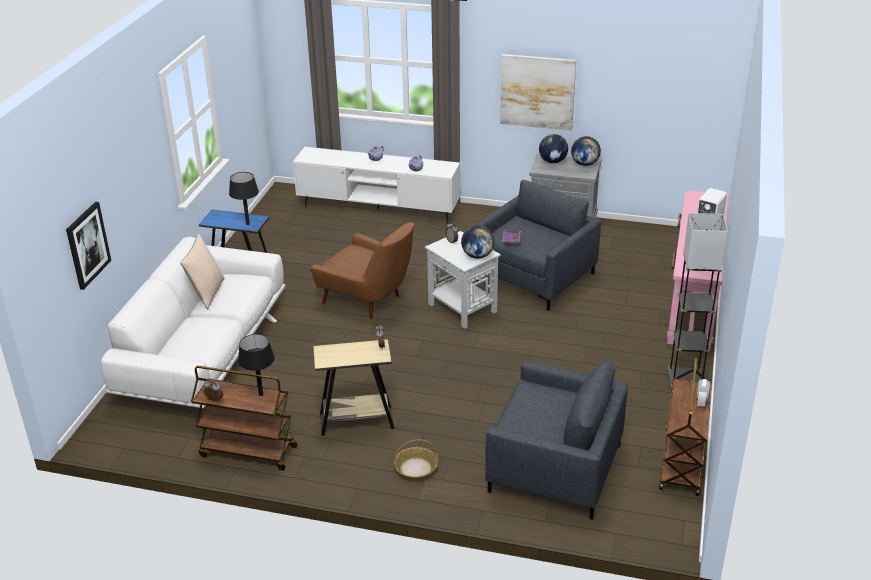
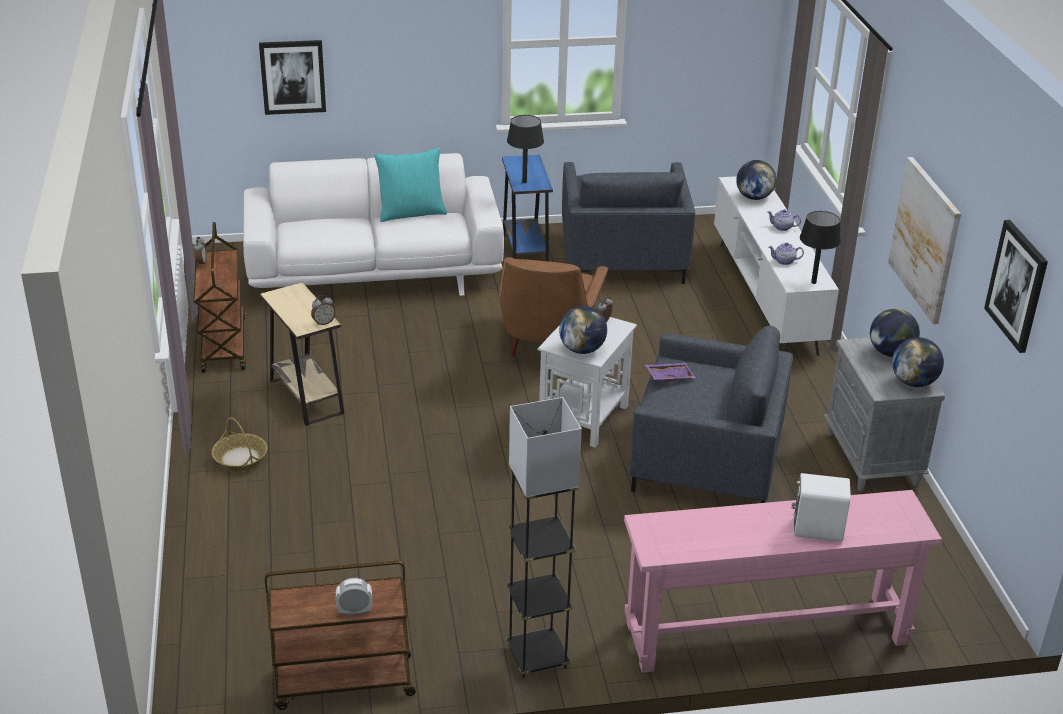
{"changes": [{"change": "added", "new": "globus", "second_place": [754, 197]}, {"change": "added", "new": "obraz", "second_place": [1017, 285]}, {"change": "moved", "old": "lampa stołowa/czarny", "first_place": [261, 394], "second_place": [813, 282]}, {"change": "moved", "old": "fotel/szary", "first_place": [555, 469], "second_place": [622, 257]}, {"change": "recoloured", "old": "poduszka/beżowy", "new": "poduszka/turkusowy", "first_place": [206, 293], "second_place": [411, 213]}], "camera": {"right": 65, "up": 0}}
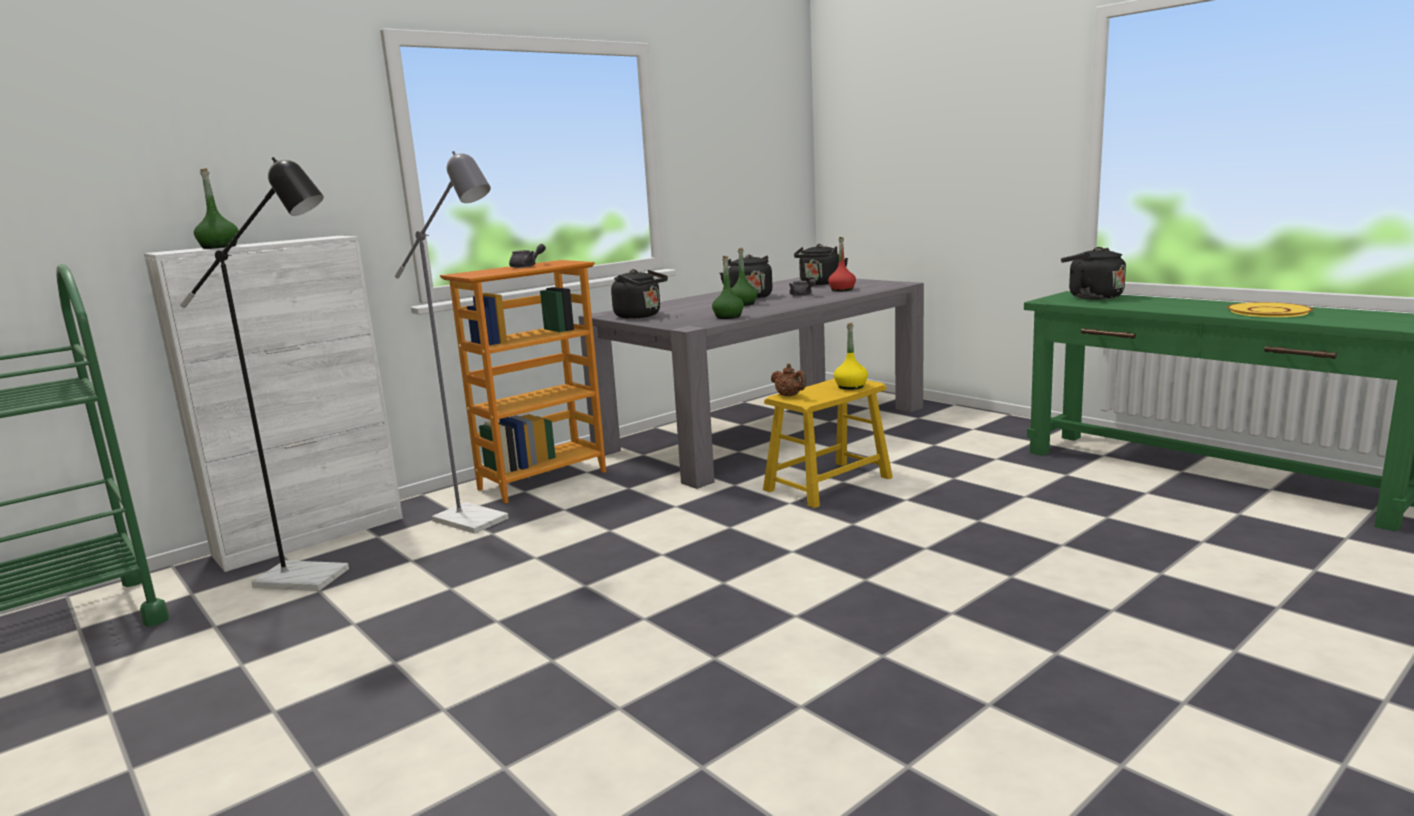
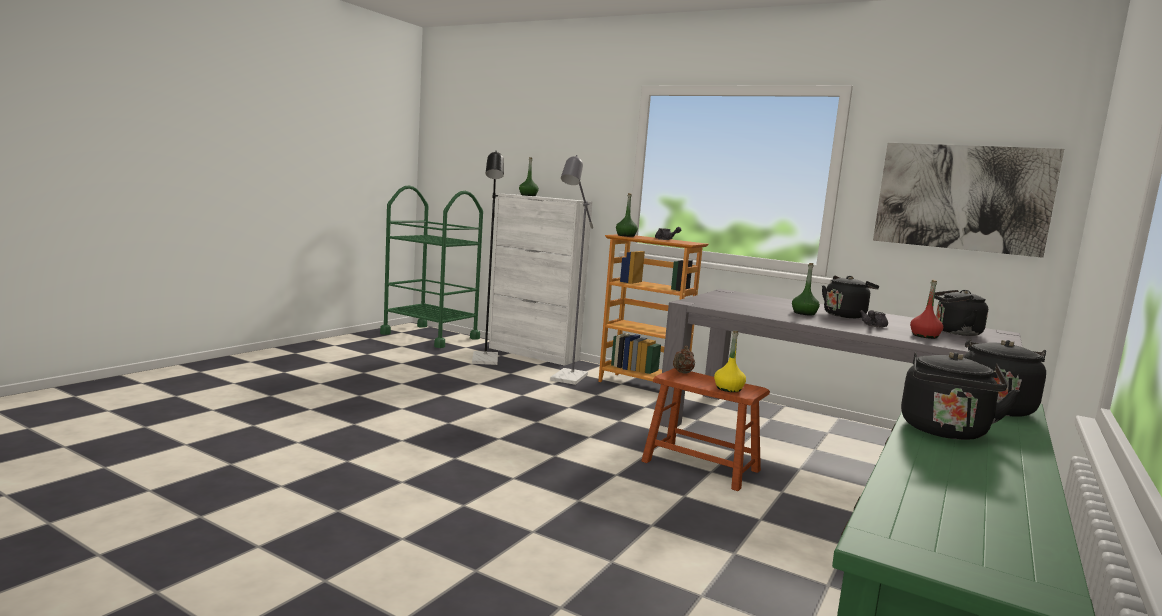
{"changes": [{"change": "removed", "old": "talerz/żółty", "first_place": [1268, 311]}, {"change": "added", "new": "obraz", "second_place": [962, 197]}, {"change": "moved", "old": "czajnik/czarny", "first_place": [640, 316], "second_place": [945, 432]}, {"change": "moved", "old": "butelka/zielony", "first_place": [728, 317], "second_place": [626, 236]}, {"change": "recoloured", "old": "stołek/żółty", "new": "stołek/brązowy", "first_place": [828, 484], "second_place": [701, 466]}], "camera": {"right": 70, "up": -5}}
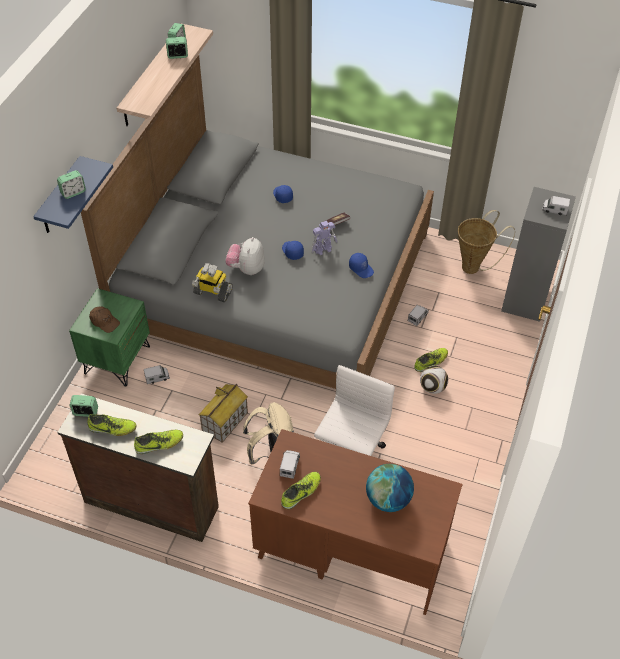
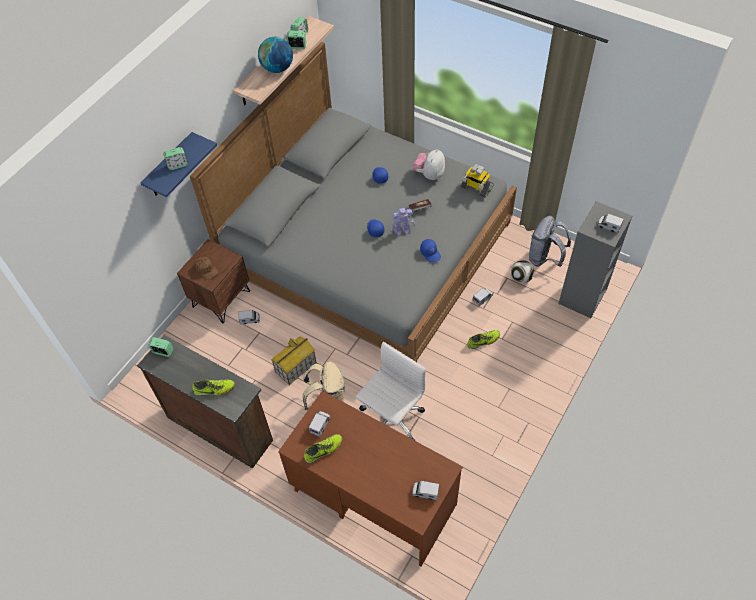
{"changes": [{"change": "removed", "old": "but", "first_place": [112, 428]}, {"change": "added", "new": "ciężarówka zabawkowa", "second_place": [425, 492]}, {"change": "moved", "old": "robot zabawkowy", "first_place": [212, 292], "second_place": [476, 188]}, {"change": "moved", "old": "pluszak", "first_place": [246, 269], "second_place": [429, 174]}, {"change": "moved", "old": "globus", "first_place": [388, 499], "second_place": [277, 68]}, {"change": "moved", "old": "piłka futbolowa", "first_place": [432, 388], "second_place": [521, 278]}, {"change": "replaced", "old": "koszyk", "new": "plecak/szary", "first_place": [474, 266], "second_place": [545, 258]}, {"change": "recoloured", "old": "szafka nocna/zielony", "new": "szafka nocna/brązowy", "first_place": [117, 359], "second_place": [221, 298]}], "camera": {"right": 15, "up": 5}}
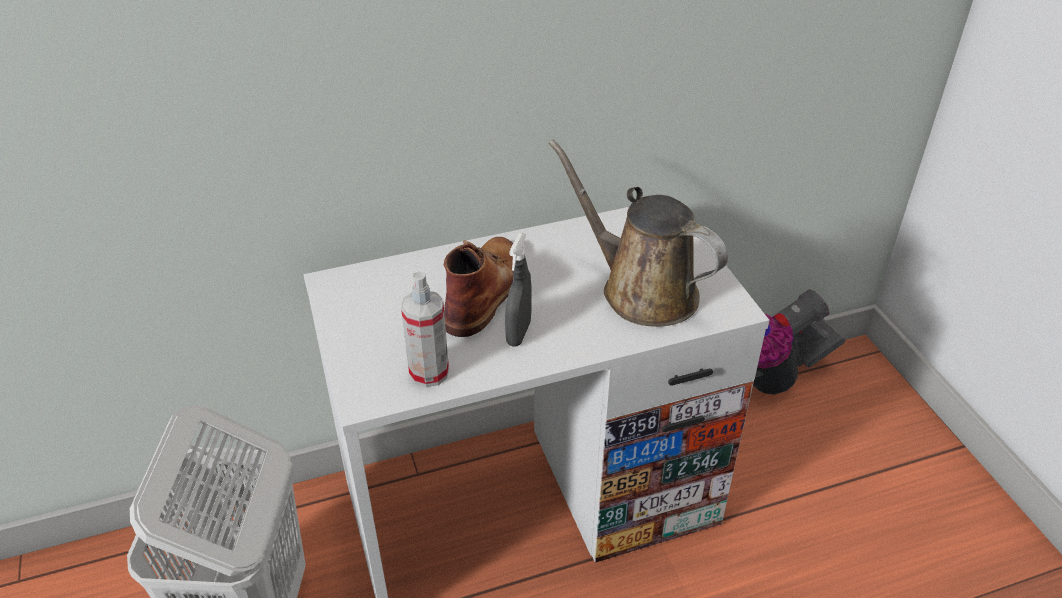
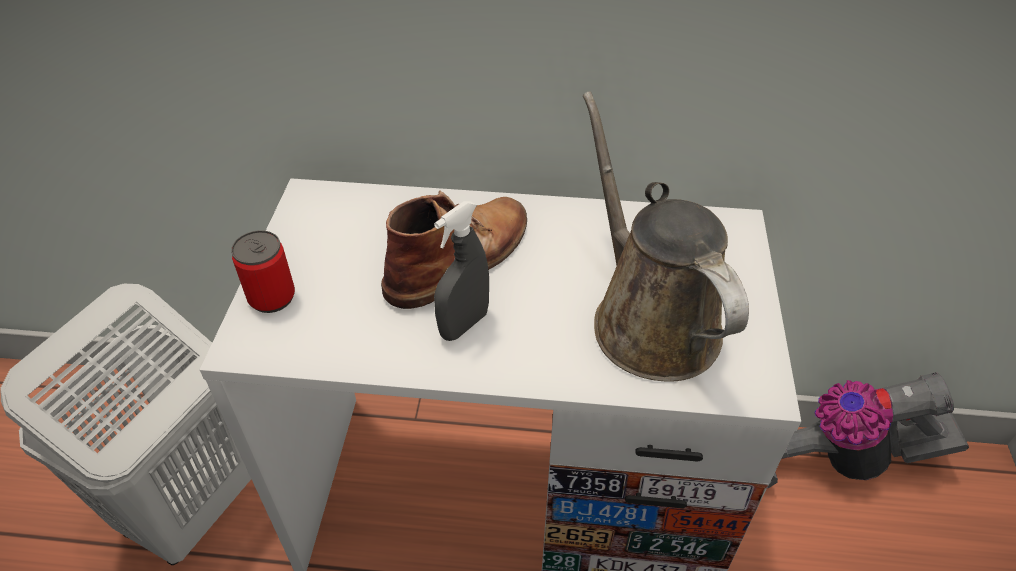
{"changes": [{"change": "removed", "old": "spryskiwacz", "first_place": [429, 372]}, {"change": "added", "new": "puszka", "second_place": [272, 297]}], "camera": {"right": 25, "up": 5}}
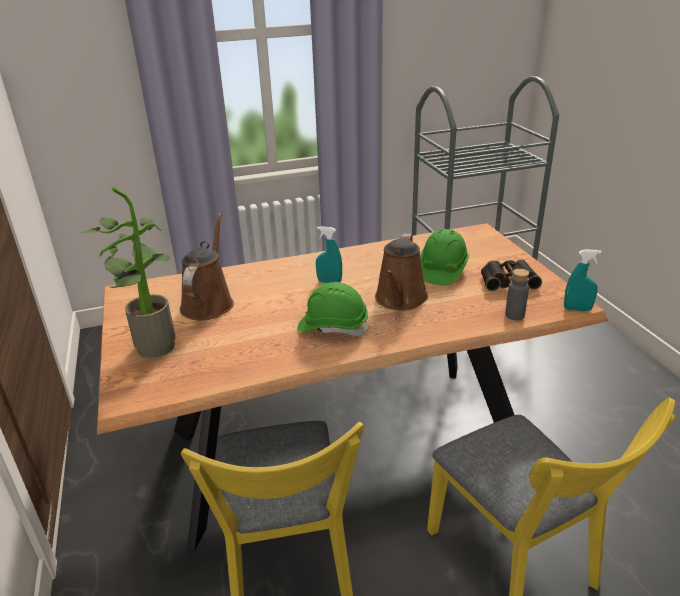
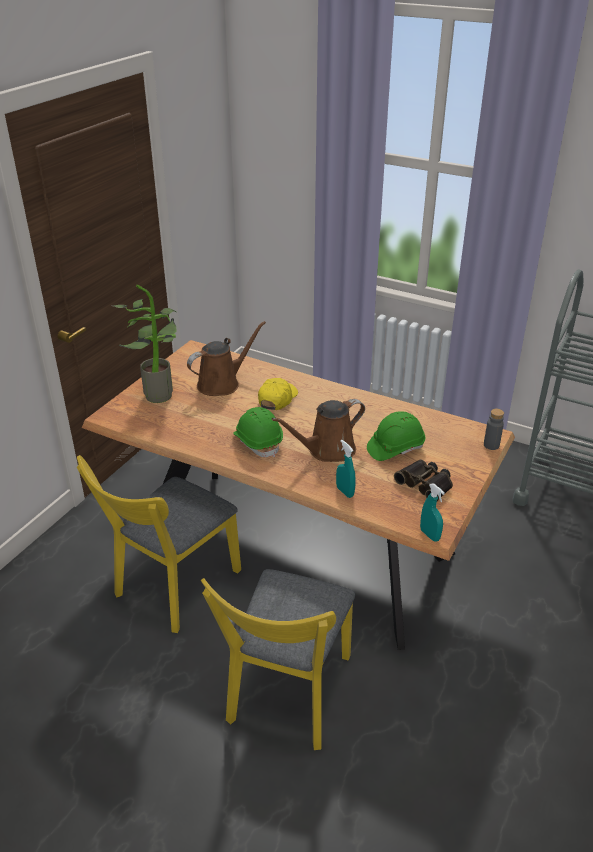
{"changes": [{"change": "added", "new": "czapka z daszkiem/żółty", "second_place": [277, 399]}, {"change": "moved", "old": "spryskiwacz/turkusowy", "first_place": [329, 282], "second_place": [345, 492]}, {"change": "moved", "old": "butelka/szary", "first_place": [514, 315], "second_place": [491, 445]}], "camera": {"right": 45, "up": 5}}
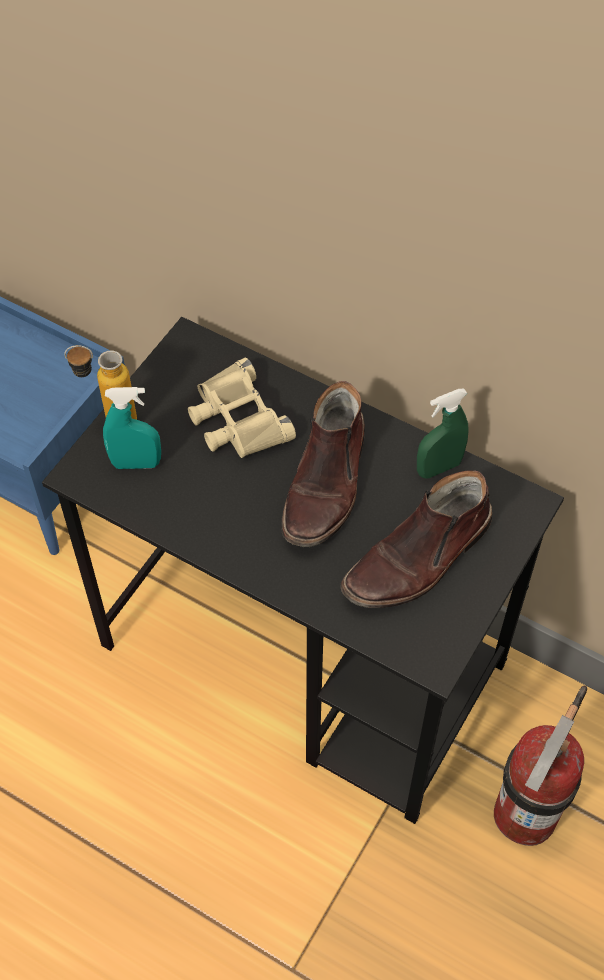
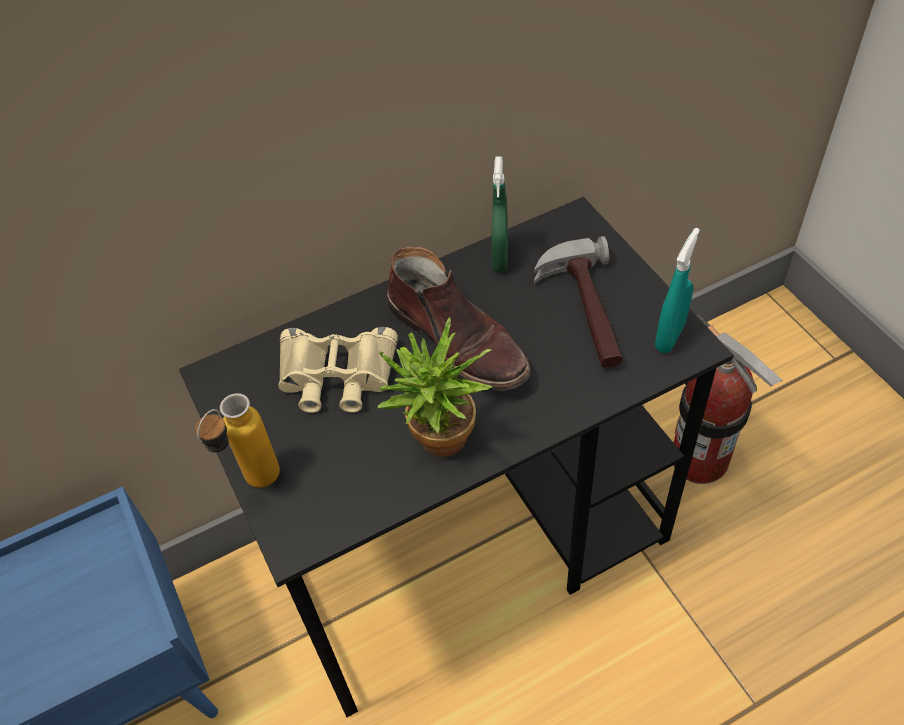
{"changes": [{"change": "added", "new": "roślina doniczkowa", "second_place": [439, 445]}, {"change": "moved", "old": "spryskiwacz/turkusowy", "first_place": [136, 463], "second_place": [670, 336]}, {"change": "replaced", "old": "but z cholewką/brązowy", "new": "młotek", "first_place": [419, 558], "second_place": [582, 311]}], "camera": {"right": -55, "up": -5}}
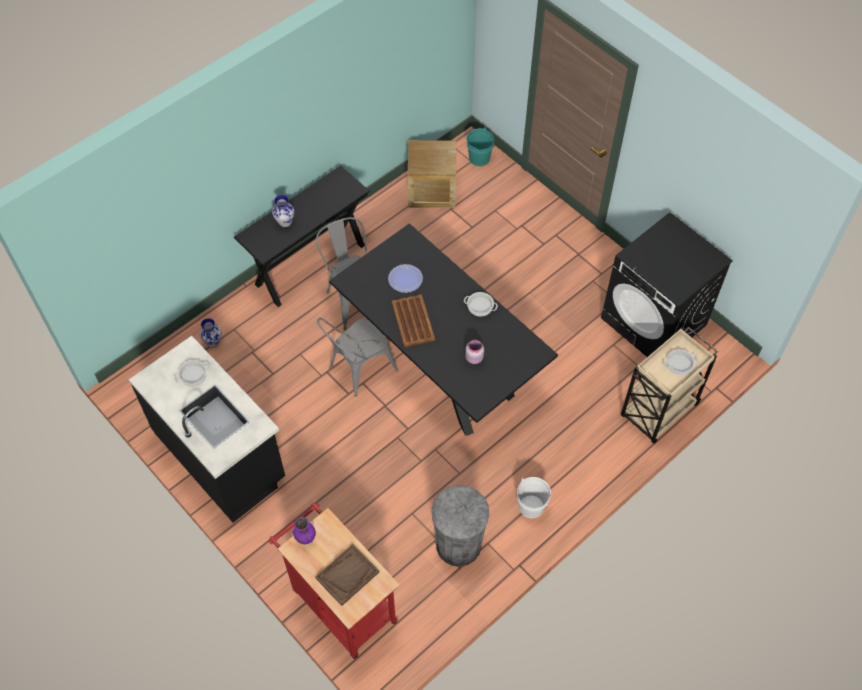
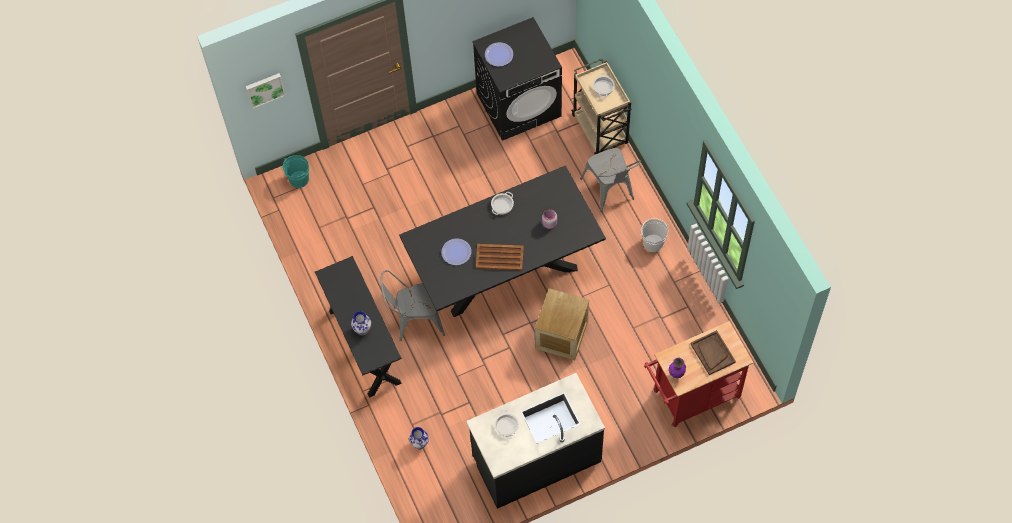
{"changes": [{"change": "removed", "old": "kosz na śmieci/szary", "first_place": [458, 545]}, {"change": "added", "new": "obraz", "second_place": [265, 89]}, {"change": "added", "new": "talerz", "second_place": [499, 55]}, {"change": "moved", "old": "krzesło/szary", "first_place": [358, 370], "second_place": [610, 191]}, {"change": "moved", "old": "skrzynka", "first_place": [432, 191], "second_place": [561, 335]}], "camera": {"right": -70, "up": 5}}
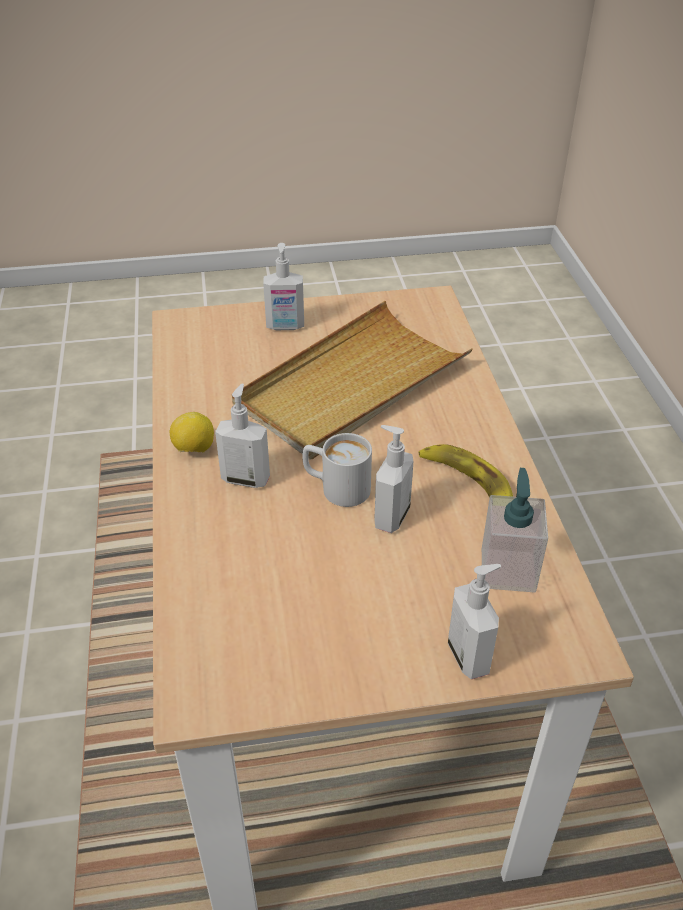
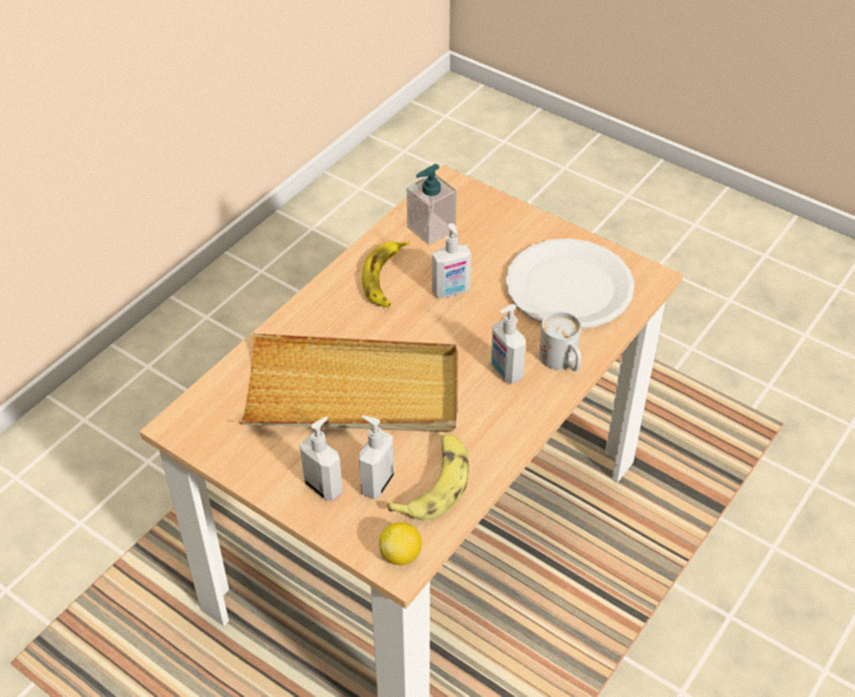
{"changes": [{"change": "added", "new": "banan", "second_place": [435, 484]}, {"change": "added", "new": "talerz/biały", "second_place": [568, 286]}, {"change": "moved", "old": "cytryna", "first_place": [194, 449], "second_place": [401, 554]}, {"change": "moved", "old": "kubek/biały", "first_place": [336, 488], "second_place": [562, 362]}, {"change": "moved", "old": "dozownik mydła", "first_place": [469, 656], "second_place": [376, 483]}], "camera": {"right": -135, "up": 5}}
